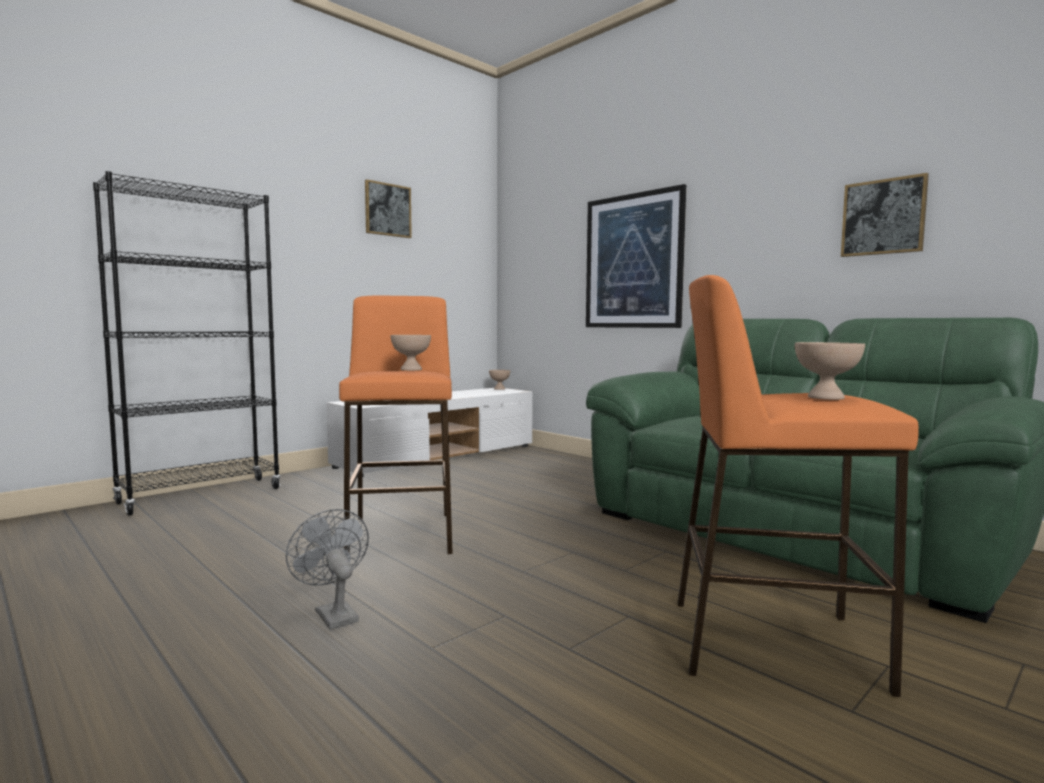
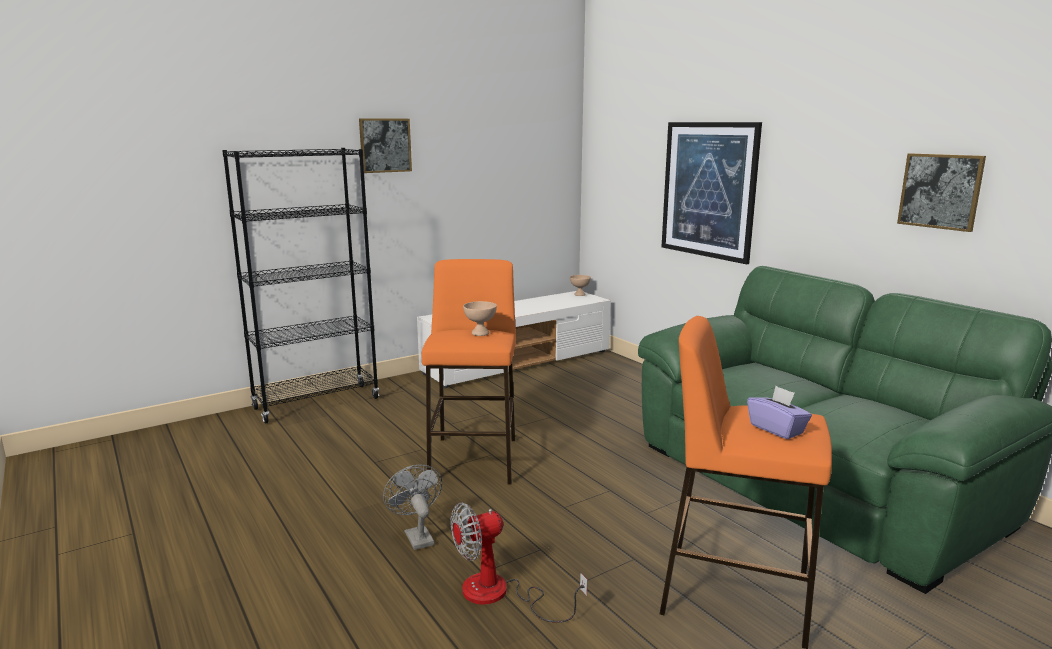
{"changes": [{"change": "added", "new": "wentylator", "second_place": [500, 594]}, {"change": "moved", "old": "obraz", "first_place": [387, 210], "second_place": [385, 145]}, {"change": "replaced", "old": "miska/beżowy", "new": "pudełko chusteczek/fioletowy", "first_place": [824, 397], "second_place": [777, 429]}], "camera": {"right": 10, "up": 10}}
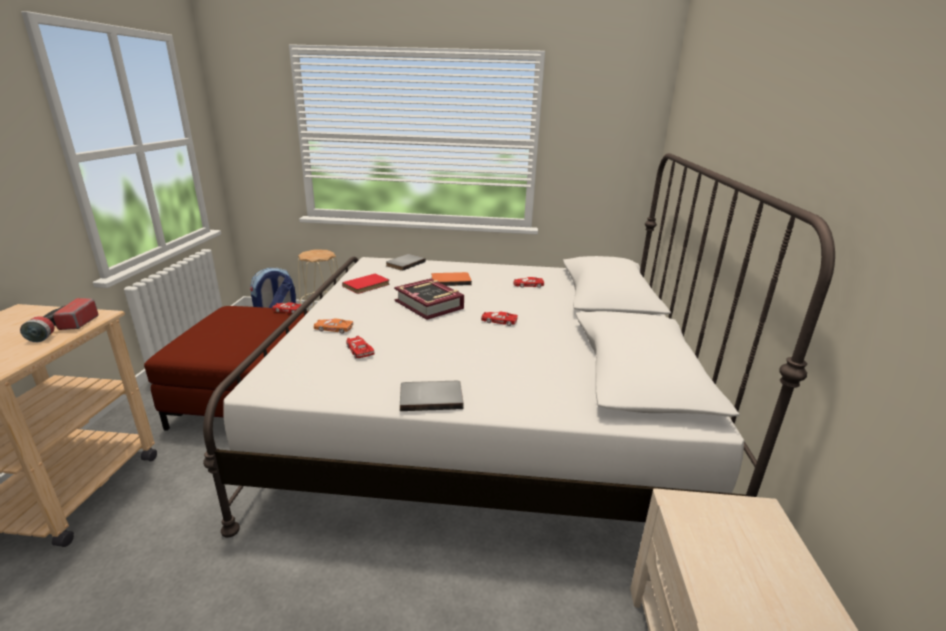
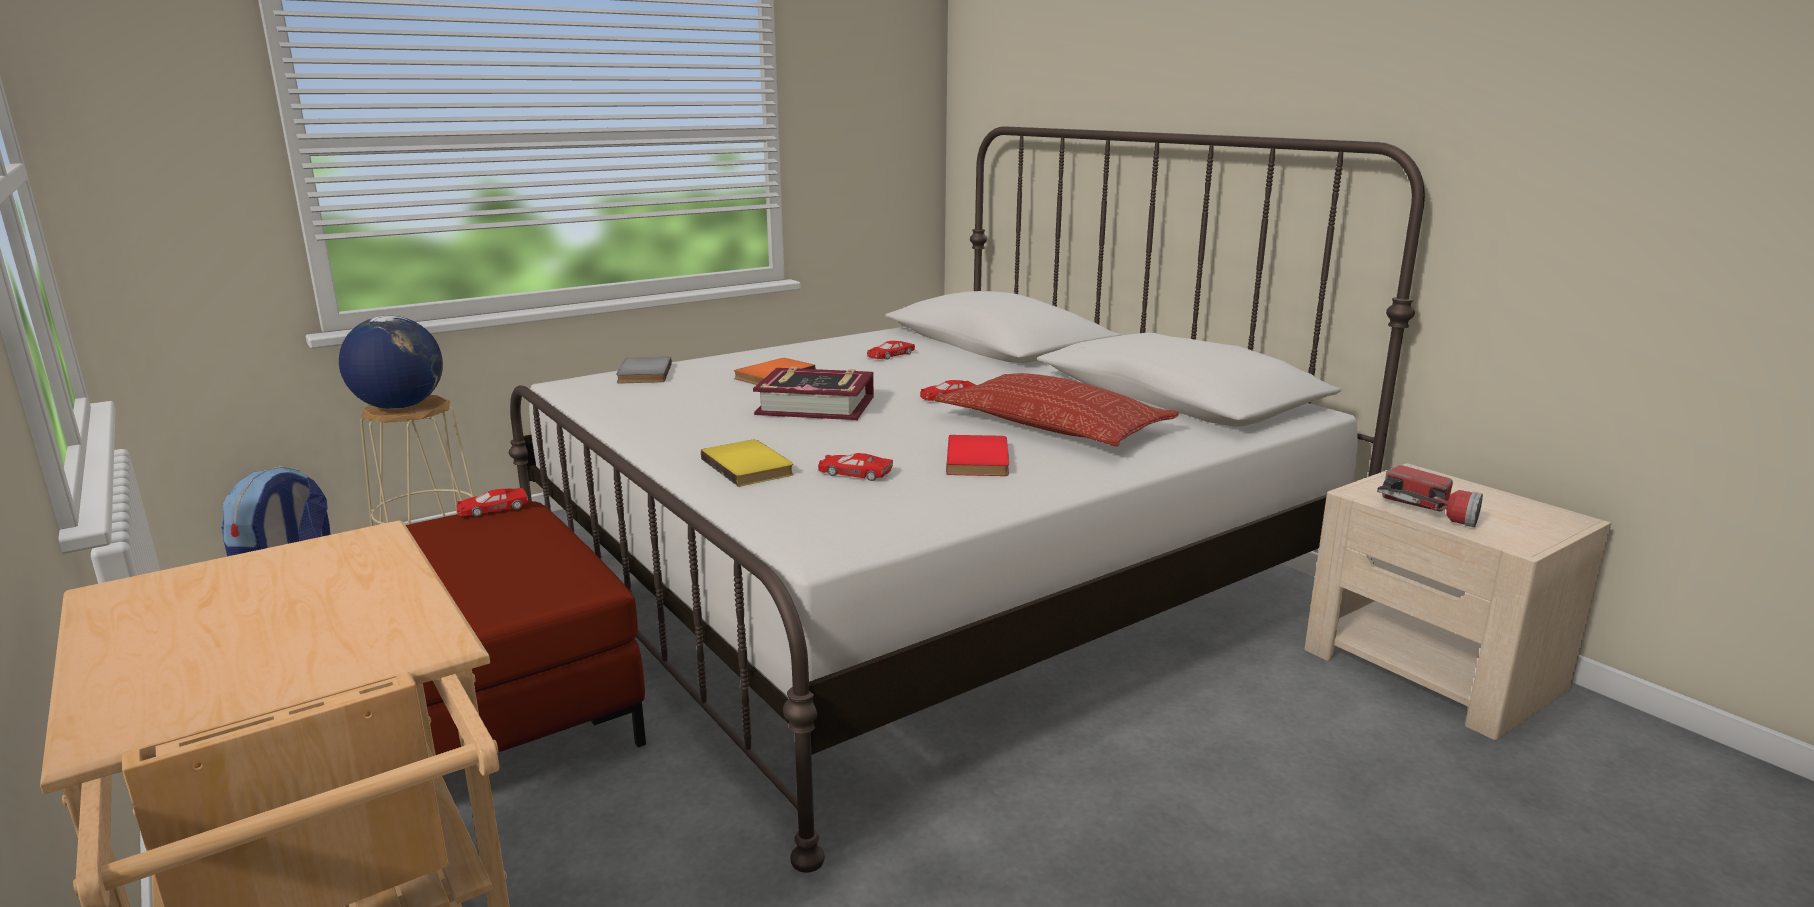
{"changes": [{"change": "removed", "old": "książka/szary", "first_place": [431, 397]}, {"change": "added", "new": "globus", "second_place": [399, 407]}, {"change": "added", "new": "poduszka", "second_place": [1053, 425]}, {"change": "moved", "old": "latarka", "first_place": [64, 328], "second_place": [1429, 511]}, {"change": "moved", "old": "książka/czerwony", "first_place": [367, 285], "second_place": [980, 460]}, {"change": "replaced", "old": "samochodzik/pomarańczowy", "new": "książka/żółty", "first_place": [333, 329], "second_place": [750, 466]}], "camera": {"right": -40, "up": -5}}
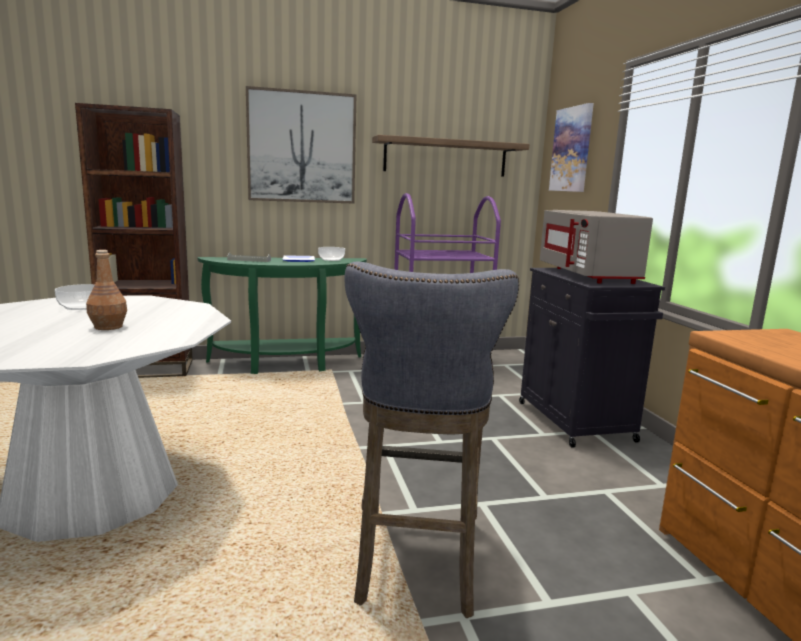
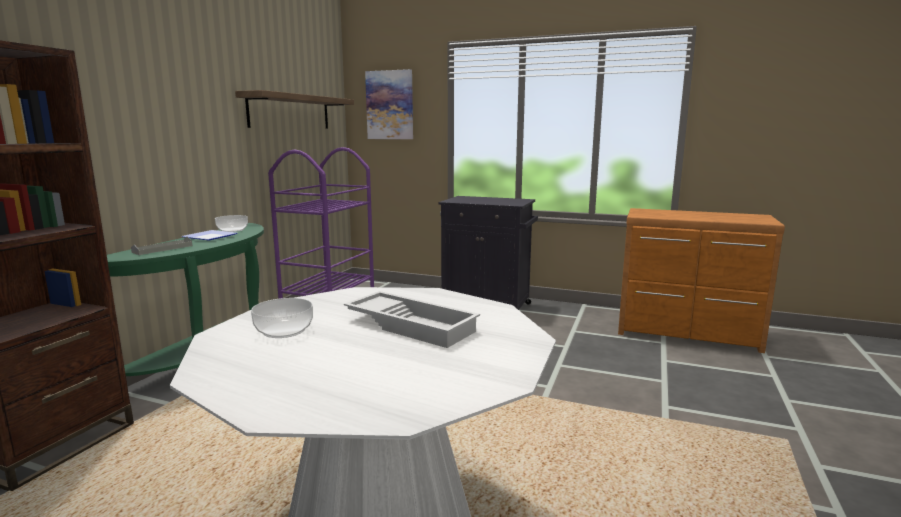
{"changes": [{"change": "removed", "old": "obraz", "first_place": [302, 147]}, {"change": "removed", "old": "stołek/szary", "first_place": [418, 565]}, {"change": "removed", "old": "mikrofalówka/szary", "first_place": [588, 275]}, {"change": "replaced", "old": "butelka/brązowy", "new": "taca/biały", "first_place": [108, 327], "second_place": [412, 325]}], "camera": {"right": -55, "up": 0}}
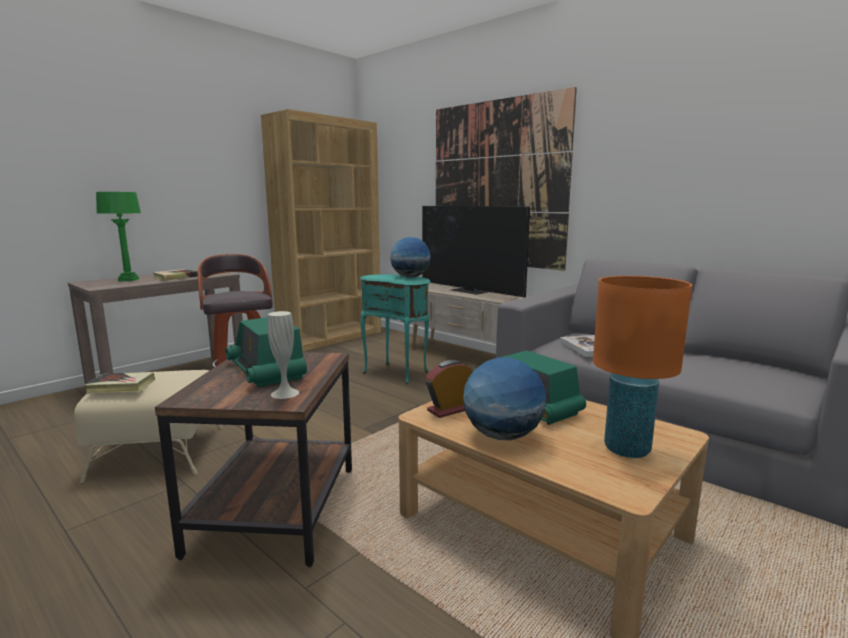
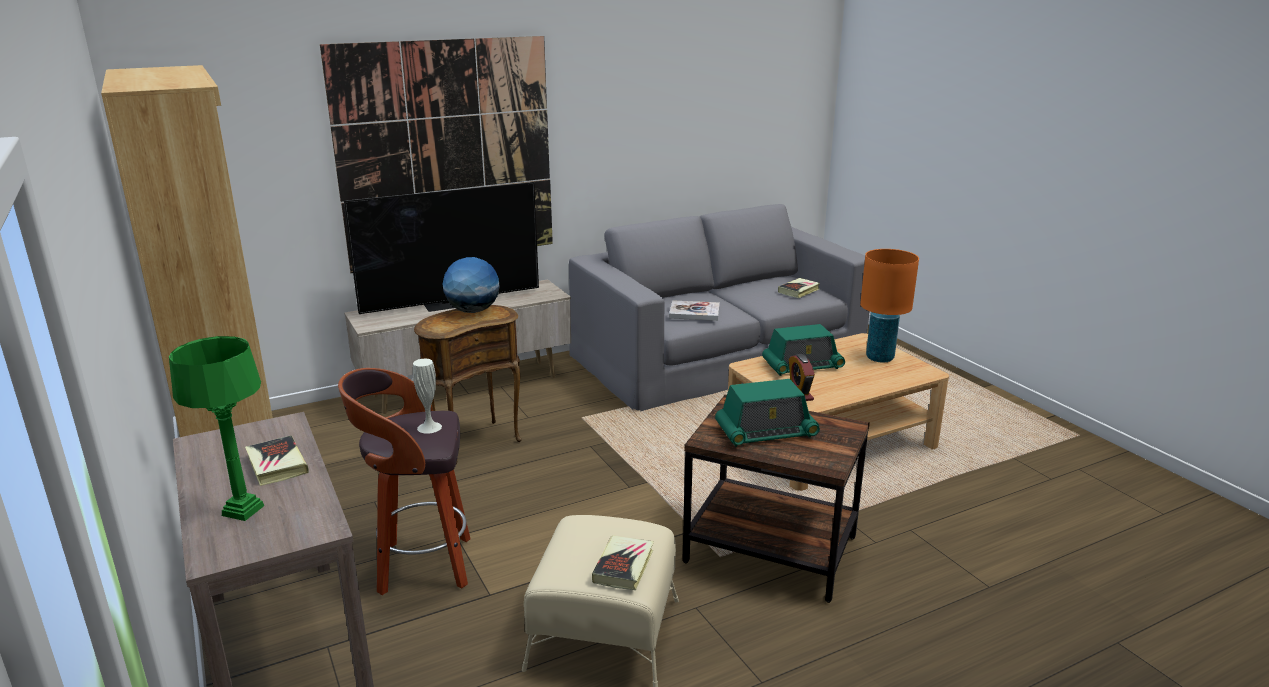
{"changes": [{"change": "removed", "old": "globus", "first_place": [502, 436]}, {"change": "added", "new": "książka", "second_place": [798, 291]}, {"change": "moved", "old": "wazon/biały", "first_place": [285, 393], "second_place": [429, 427]}, {"change": "recoloured", "old": "stolik/turkusowy", "new": "stolik/brązowy", "first_place": [397, 372], "second_place": [474, 441]}], "camera": {"right": -70, "up": 10}}
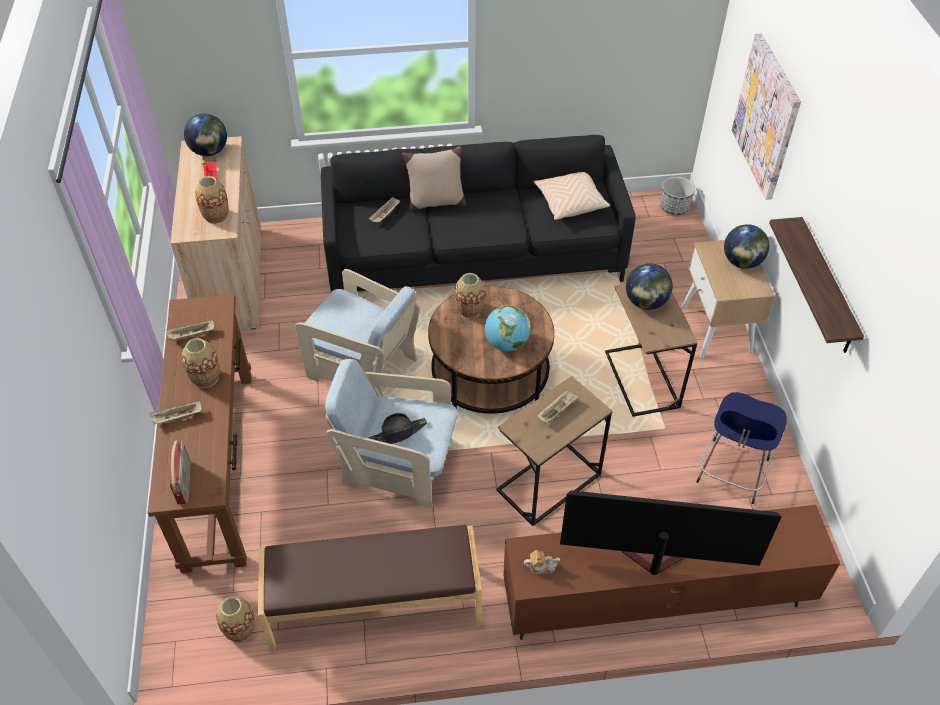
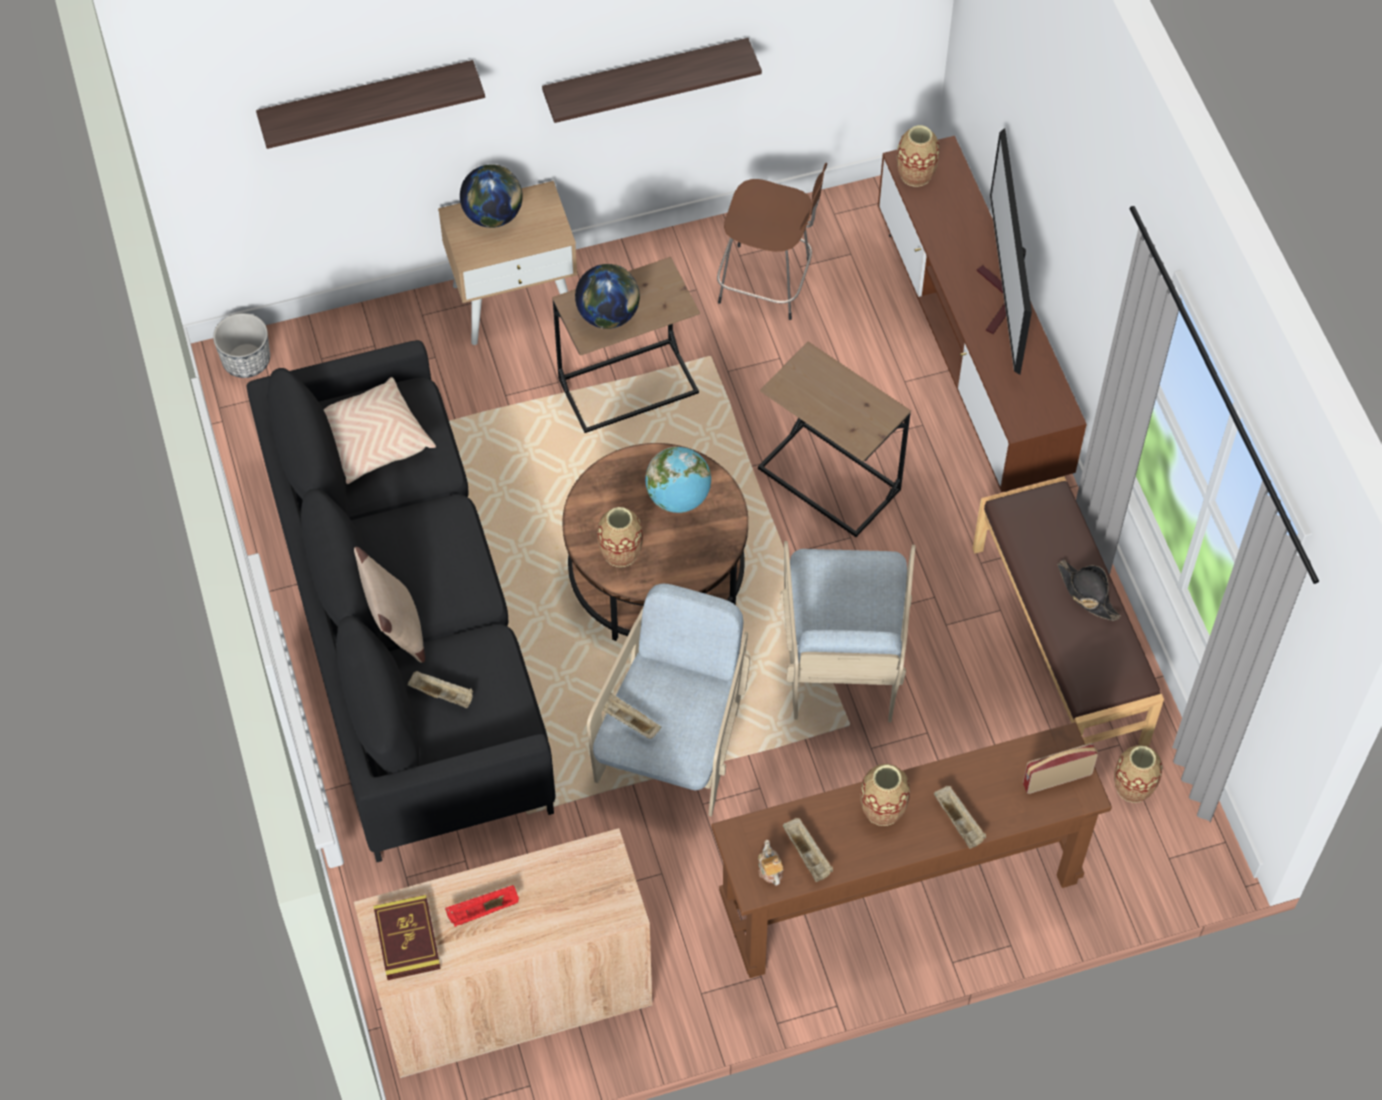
{"changes": [{"change": "moved", "old": "wazon", "first_place": [216, 216], "second_place": [916, 174]}, {"change": "moved", "old": "kapelusz/czarny", "first_place": [398, 433], "second_place": [1087, 593]}, {"change": "moved", "old": "imbryk", "first_place": [541, 566], "second_place": [770, 869]}, {"change": "moved", "old": "taca/beżowy", "first_place": [557, 411], "second_place": [629, 721]}, {"change": "replaced", "old": "globus", "new": "książka", "first_place": [209, 152], "second_place": [407, 939]}, {"change": "replaced", "old": "obraz", "new": "półka", "first_place": [767, 116], "second_place": [367, 102]}, {"change": "recoloured", "old": "stołek/niebieski", "new": "stołek/brązowy", "first_place": [731, 473], "second_place": [768, 283]}], "camera": {"right": -100, "up": 10}}
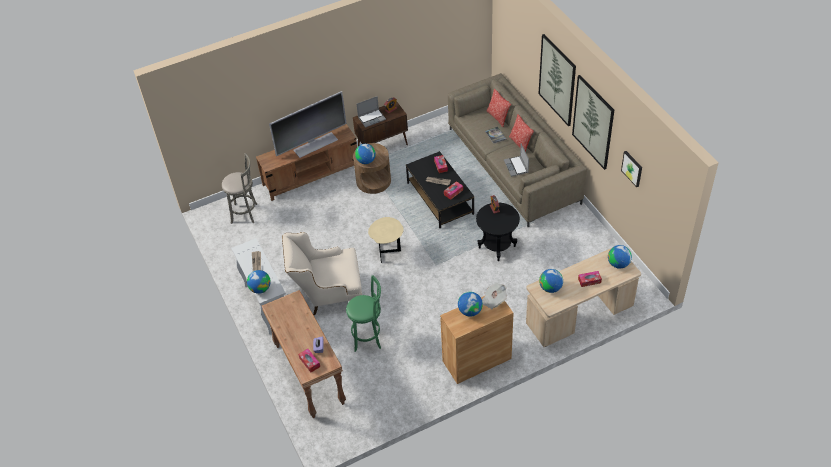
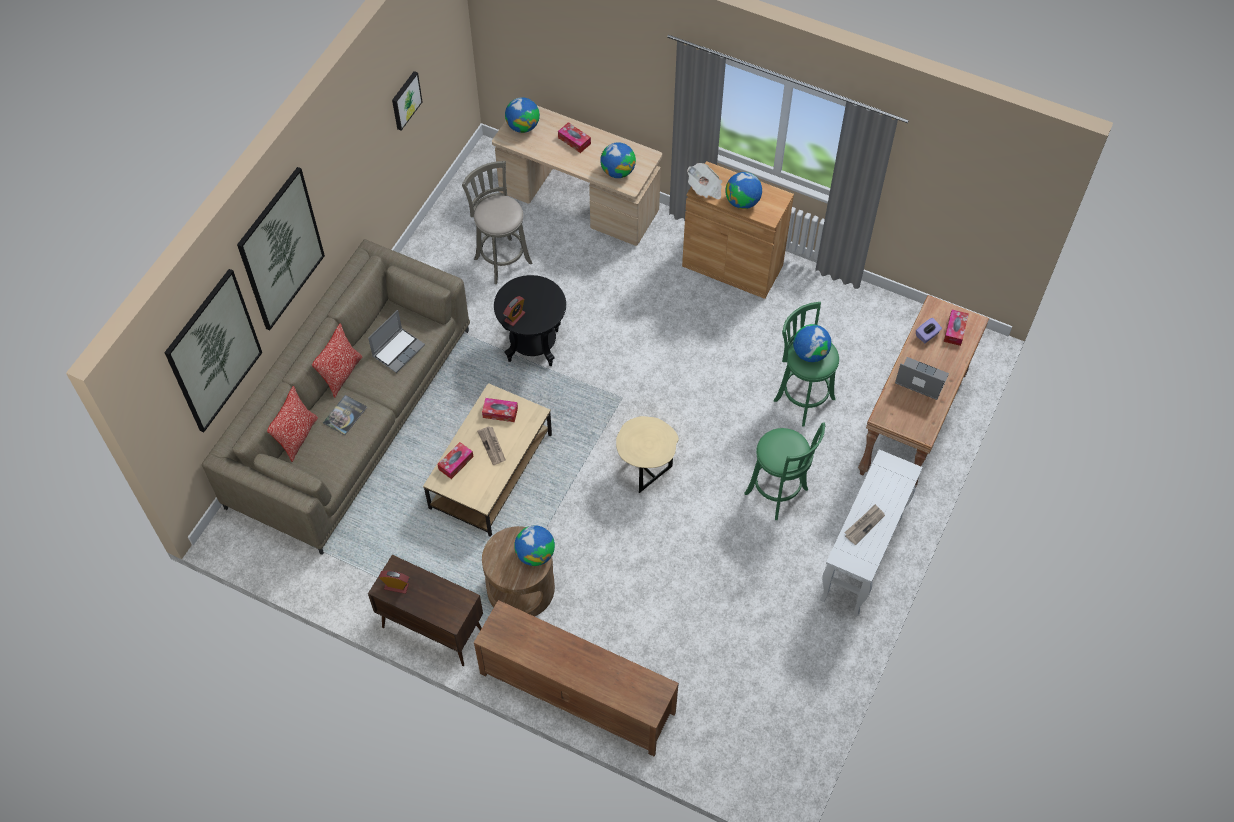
{"changes": [{"change": "removed", "old": "telewizor", "first_place": [315, 144]}, {"change": "moved", "old": "stołek/szary", "first_place": [246, 213], "second_place": [501, 259]}, {"change": "moved", "old": "globus", "first_place": [260, 288], "second_place": [810, 353]}, {"change": "moved", "old": "laptop", "first_place": [372, 118], "second_place": [920, 380]}, {"change": "moved", "old": "obraz", "first_place": [593, 122], "second_place": [214, 351]}, {"change": "replaced", "old": "fotel/beżowy", "new": "stołek/zielony", "first_place": [328, 294], "second_place": [778, 494]}, {"change": "recoloured", "old": "ława/czarny", "new": "ława/beżowy", "first_place": [440, 198], "second_place": [491, 470]}], "camera": {"right": -130, "up": 10}}
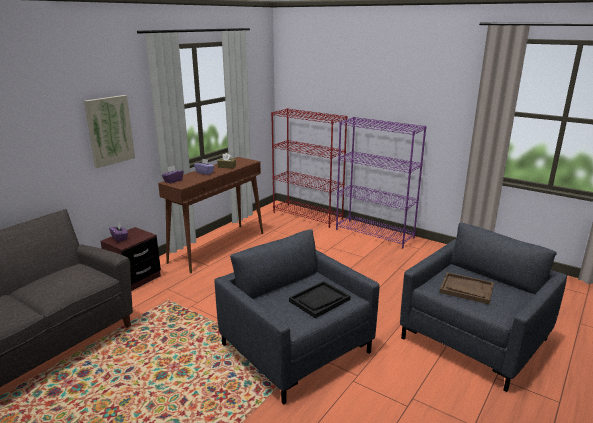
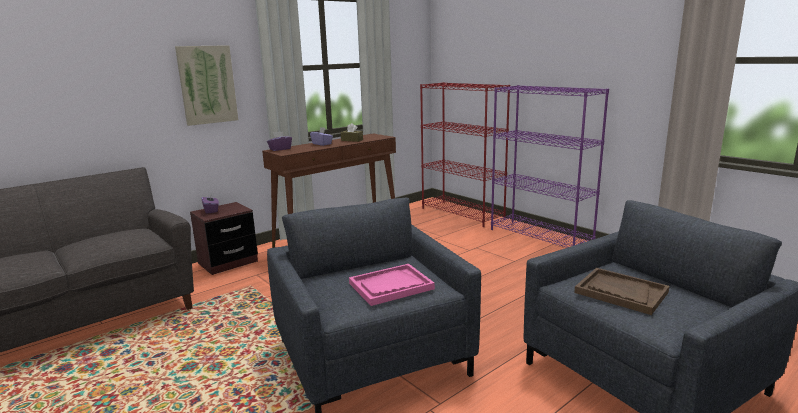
{"changes": [{"change": "recoloured", "old": "taca/czarny", "new": "taca/różowy", "first_place": [319, 300], "second_place": [391, 286]}], "camera": {"right": 15, "up": -5}}
